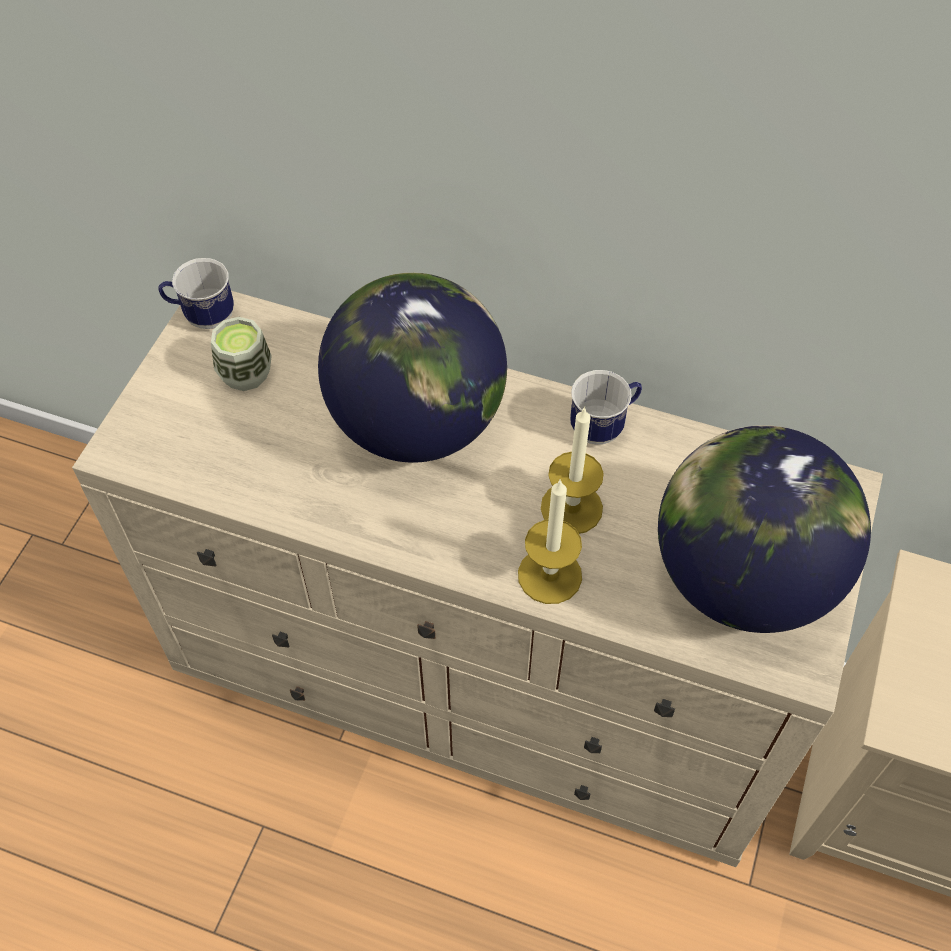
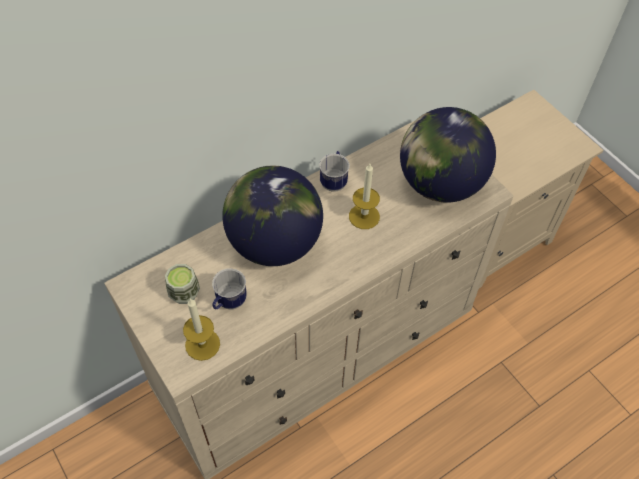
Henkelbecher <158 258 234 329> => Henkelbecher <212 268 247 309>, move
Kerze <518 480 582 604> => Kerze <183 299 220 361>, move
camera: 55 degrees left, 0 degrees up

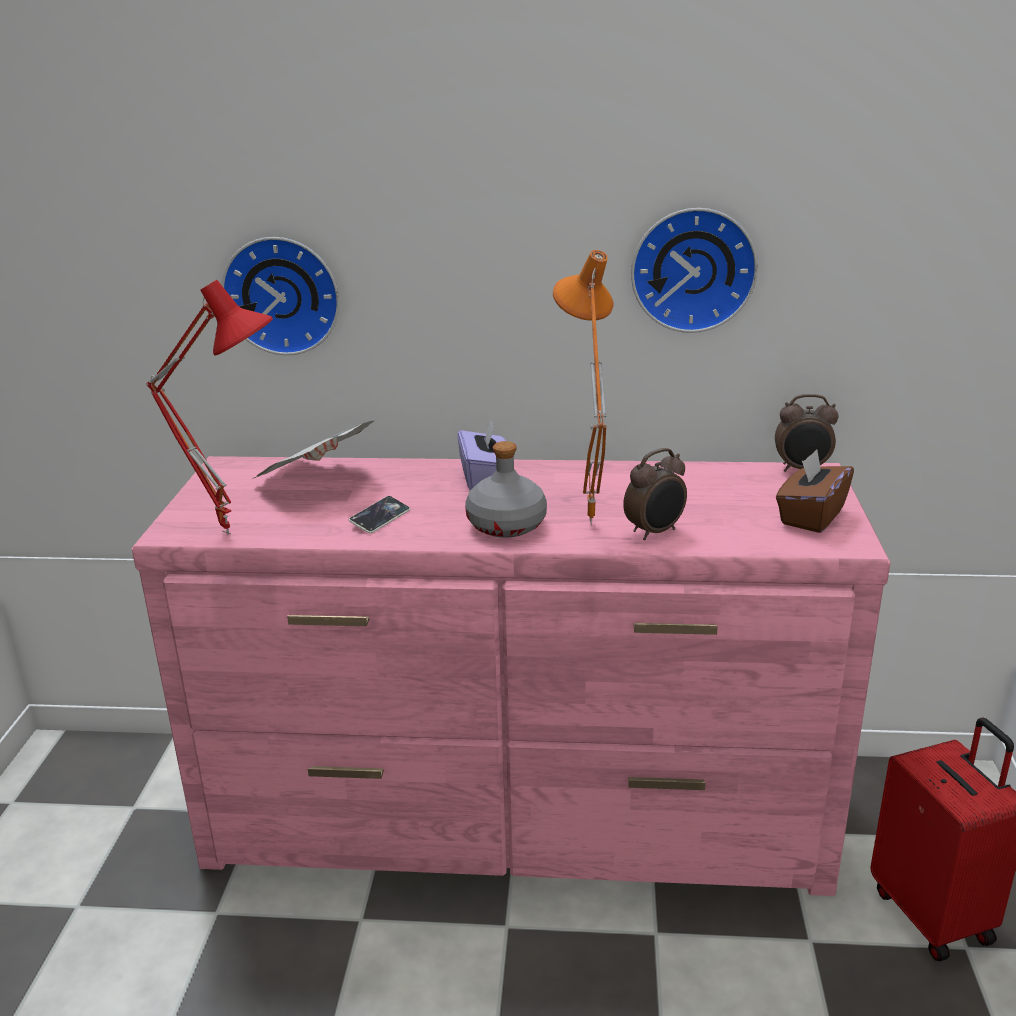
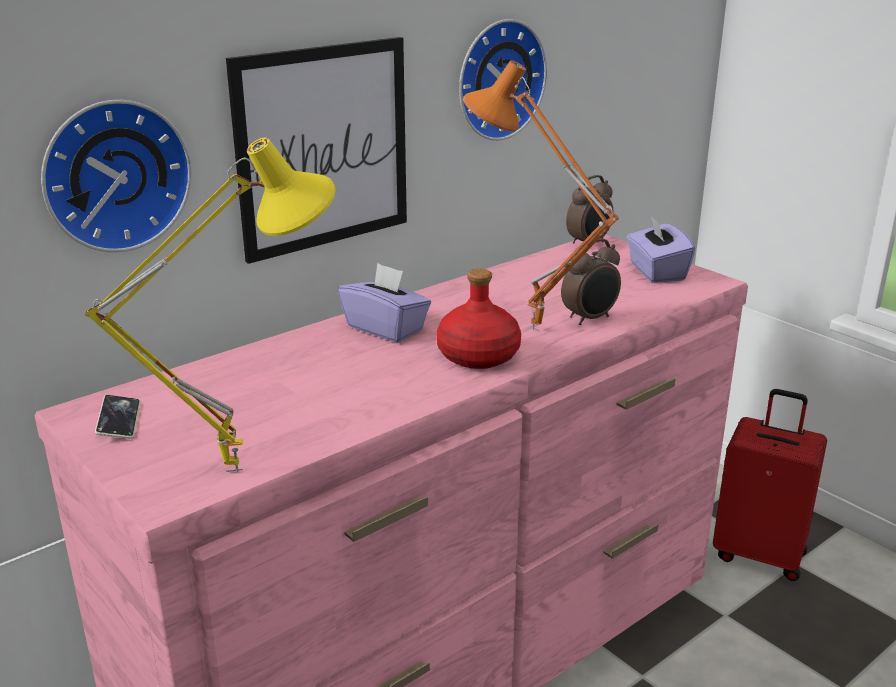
Tischlampe [rot] <146 280 273 534> => Tischlampe [gelb] <85 138 336 472>
Zeitung <252 421 374 479> => nothing
Flasche [grau] <465 441 547 538> => Flasche [rot] <437 268 521 369>
Wecker <623 448 687 540> => Wecker <561 238 621 325>, 45 degrees clockwise
Taschentuchbox [braun] <776 449 854 533> => Taschentuchbox [lila] <627 215 695 283>
Handy <349 496 410 534> => Handy <95 395 140 439>, move
nothing => Bild <226 37 407 264>
camera: 45 degrees left, 0 degrees up

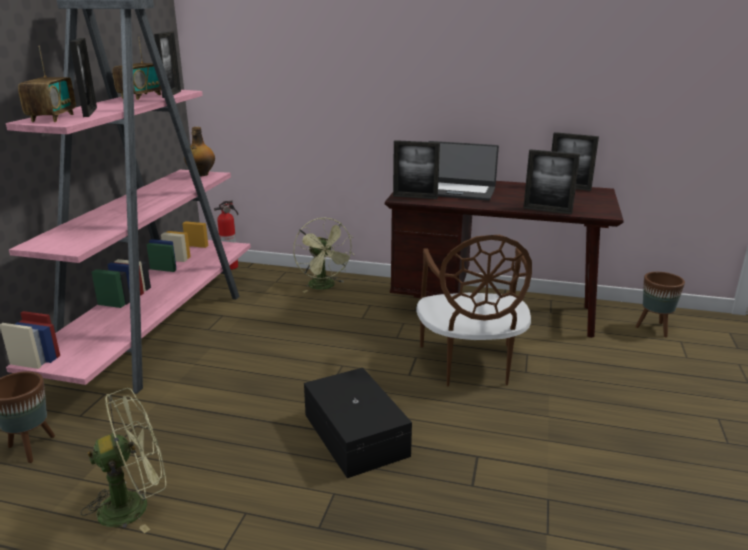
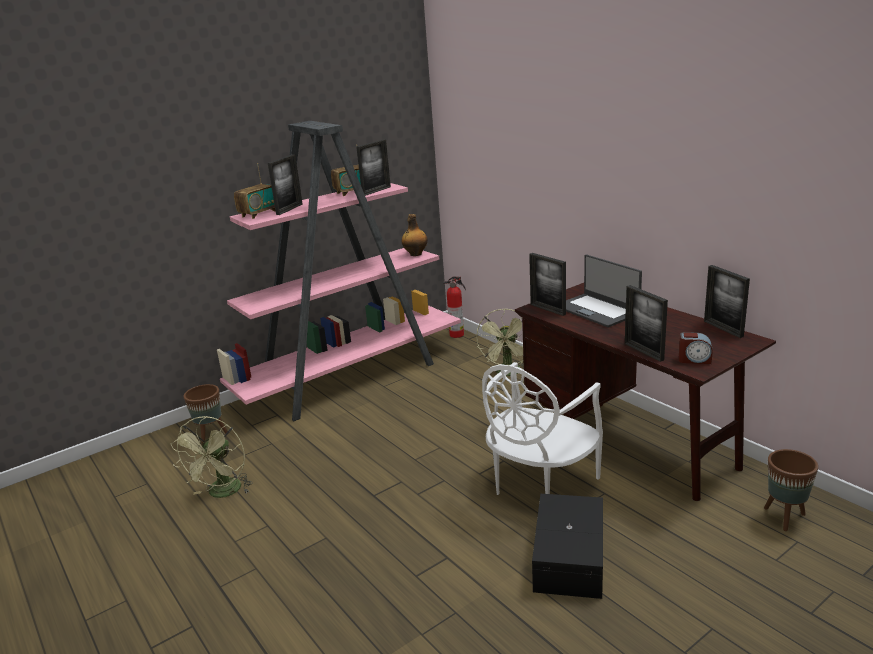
Stuhl [braun] <417 235 532 386> => Stuhl [weiß] <482 362 603 495>
Aufbewahrungsbox [schwarz] <304 368 412 478> => Aufbewahrungsbox [schwarz] <532 494 603 599>, move
Ventilator [grün] <81 388 166 533> => Ventilator [grün] <171 416 253 498>, 90 degrees clockwise
nothing => Wecker <679 332 713 364>
camera: 40 degrees right, 0 degrees up

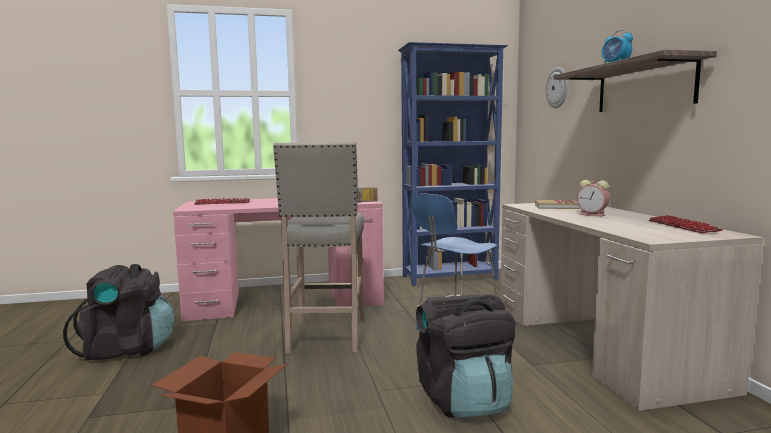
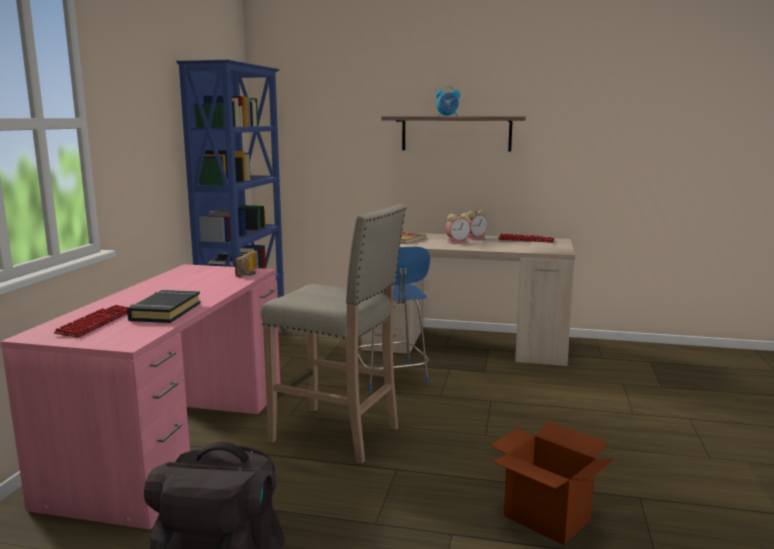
Wanduhr <546 67 568 109> => nothing
Rucksack [schwarz] <416 294 515 418> => nothing
nothing => Wecker <466 210 488 240>
nothing => Buch [schwarz] <127 290 201 323>
camera: 65 degrees left, 5 degrees up

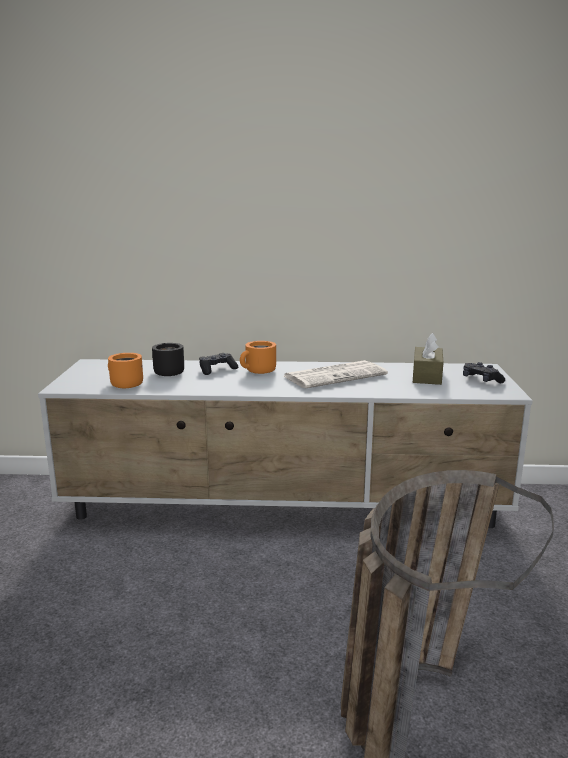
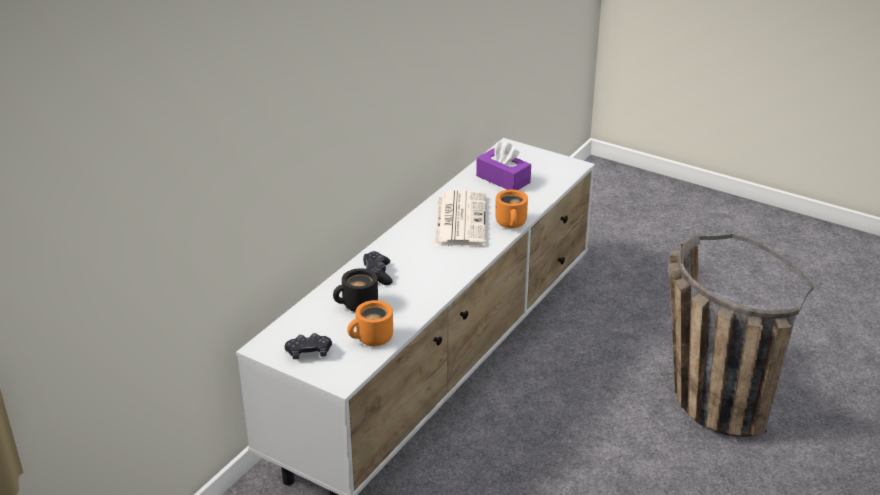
Taschentuchbox [braun] <413 333 444 385> => Taschentuchbox [lila] <476 141 531 190>
Henkelbecher [orange] <240 341 276 374> => Henkelbecher [orange] <495 190 528 228>, move
Gamepad [schwarz] <463 362 505 383> => Gamepad [schwarz] <285 333 332 359>, move
camera: 60 degrees left, 15 degrees up

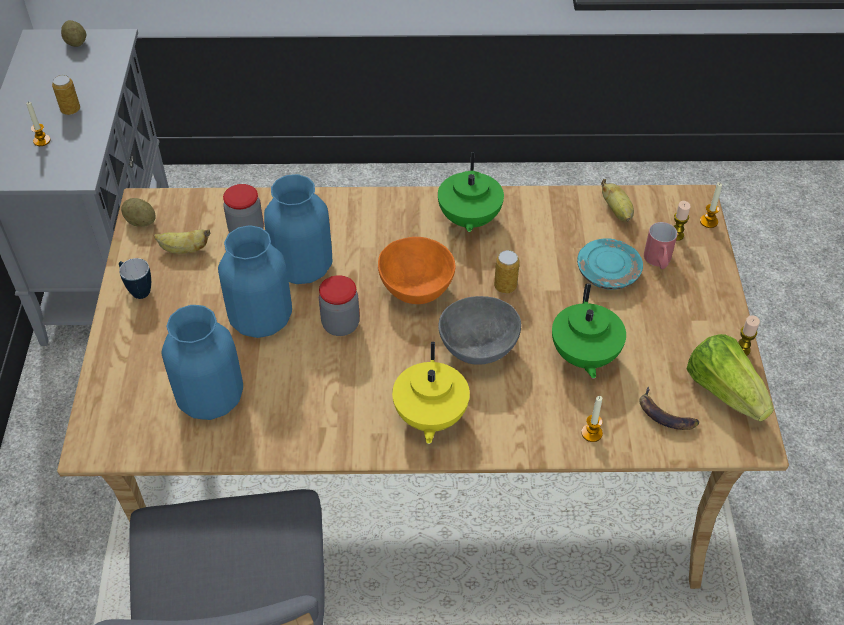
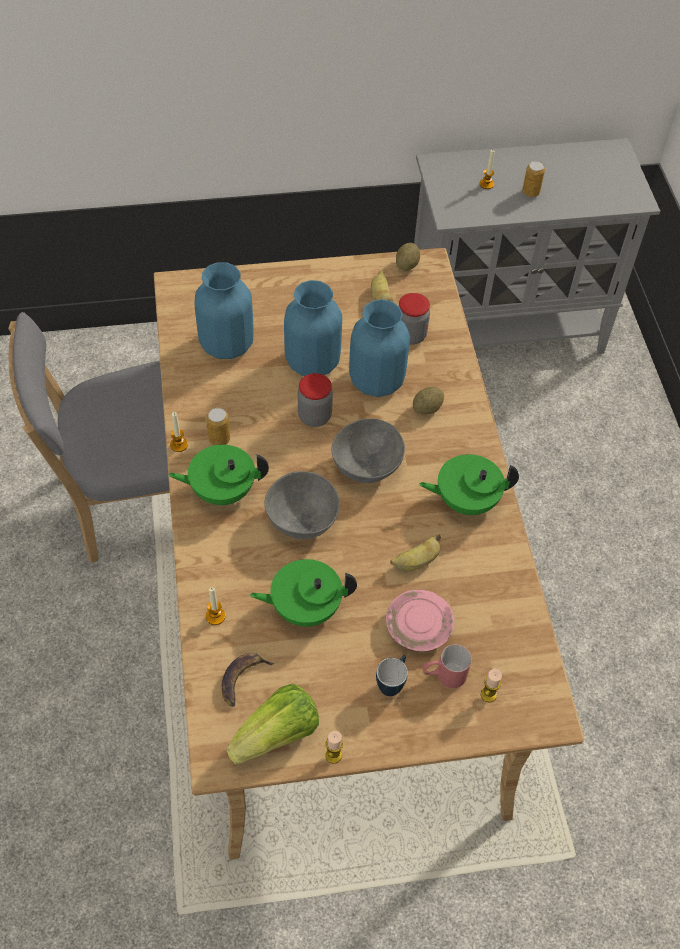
Kartoffel <61 20 86 47> => Kartoffel <413 387 444 414>, move
Banane <601 179 634 222> => Banane <390 534 442 571>, move
Kerze <700 182 722 228> => Kerze <170 412 188 452>, move
Schüssel [orange] <378 237 455 304> => Schüssel [grau] <331 418 405 483>
Teller [türkis] <577 238 643 290> => Teller [rosa] <386 590 454 652>
Dose <494 250 520 294> => Dose <206 408 230 445>, move
Henkelbecher <119 258 151 299> => Henkelbecher <376 655 408 696>, move
Teekanne [gelb] <392 342 470 444> => Teekanne [grün] <168 445 269 505>
camera: 80 degrees right, 5 degrees up

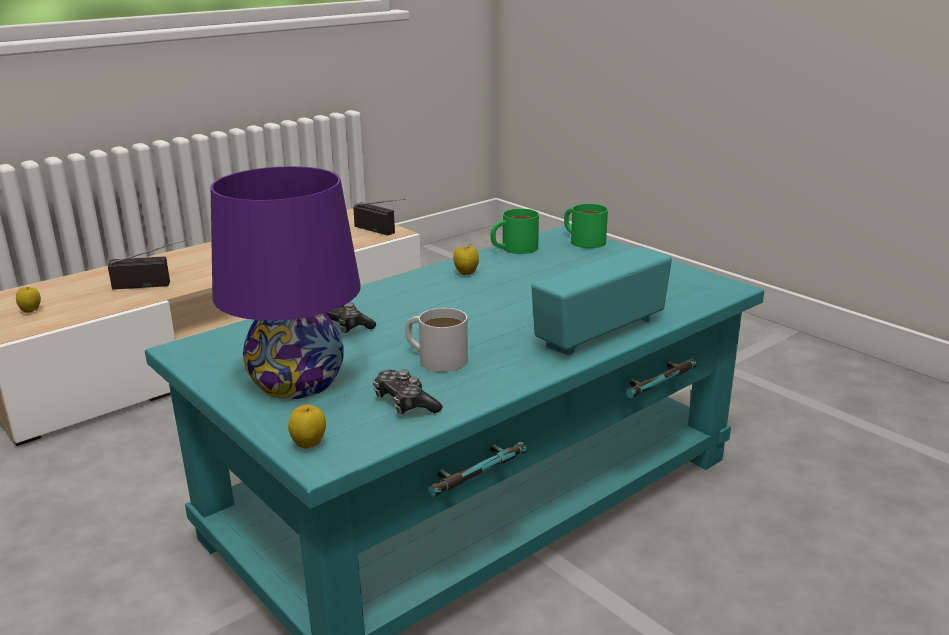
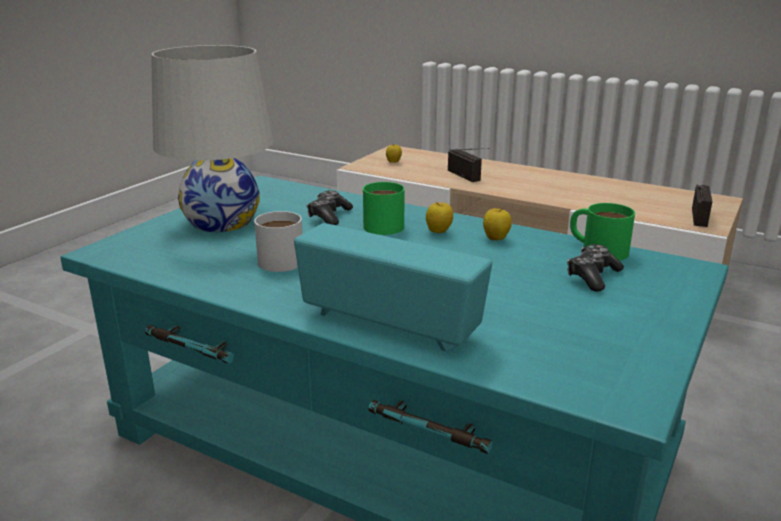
Tischlampe [lila] <211 166 361 399> => Tischlampe [weiß] <151 45 273 232>
Henkelbecher [grün] <564 204 608 248> => Henkelbecher [grün] <363 182 405 235>, move
Gamepad <373 369 442 414> => Gamepad <567 244 624 292>, move
Apfel <288 404 326 449> => Apfel <426 202 453 233>, move
camera: 70 degrees right, 0 degrees up

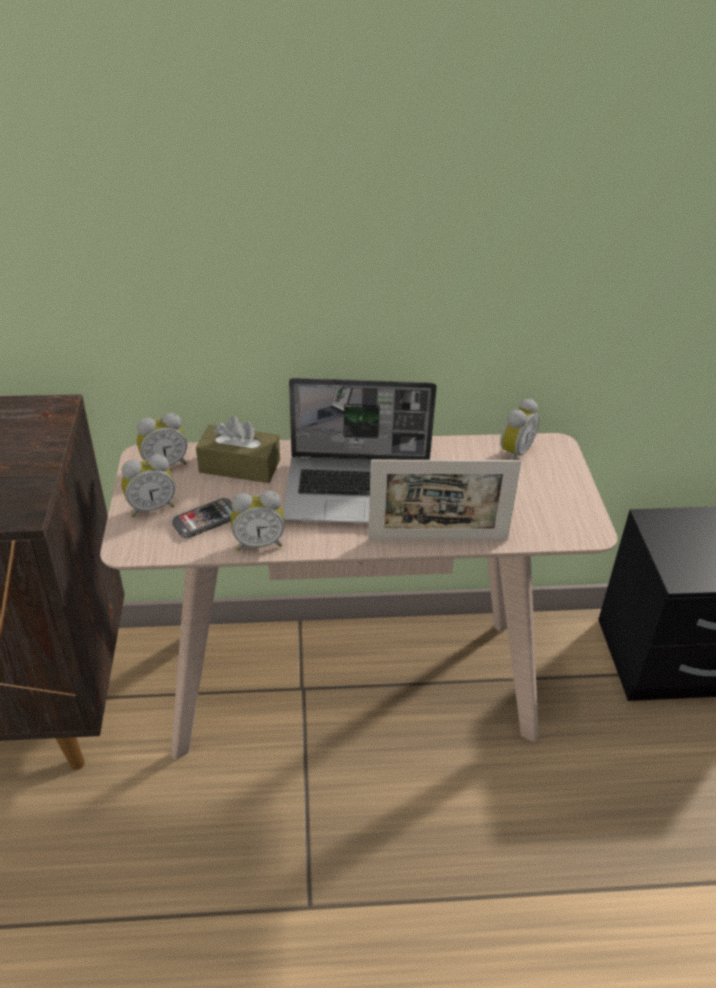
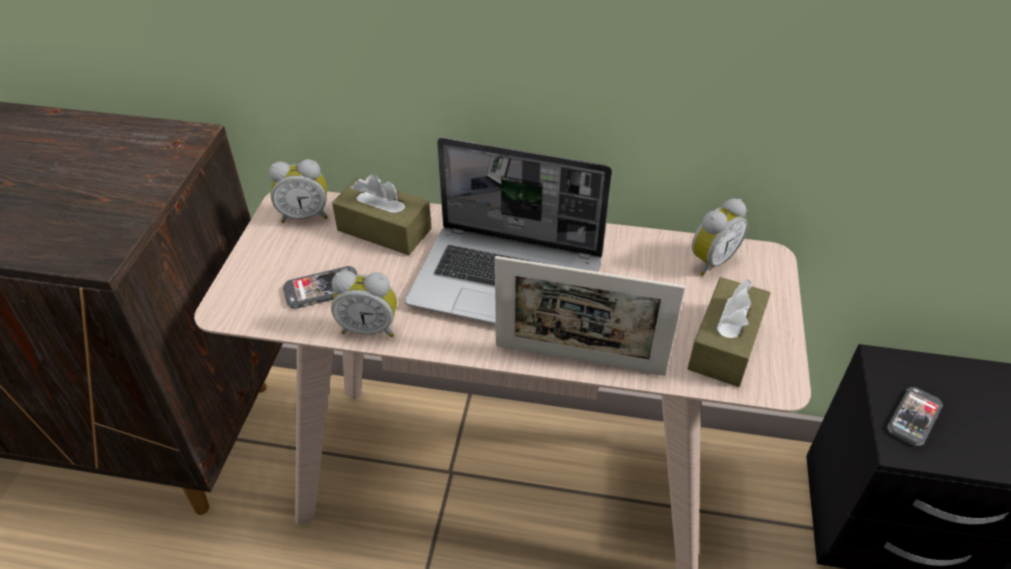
Wecker <121 454 175 517> => nothing
nothing => Taschentuchbox [braun] <687 277 771 387>
nothing => Handy <887 387 943 446>
camera: 15 degrees right, 5 degrees up

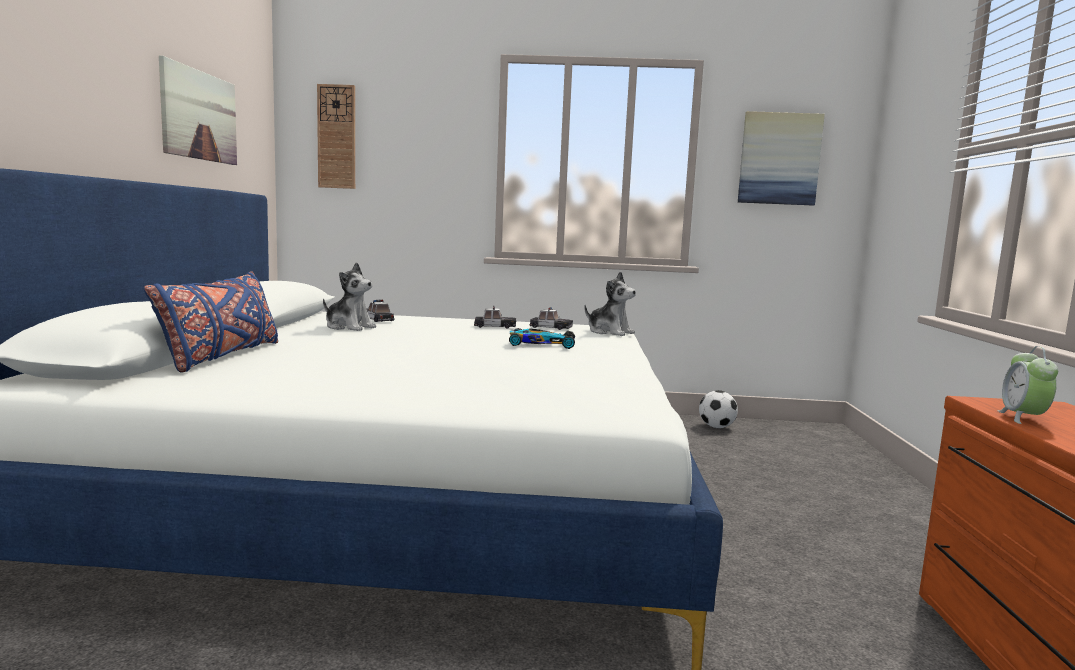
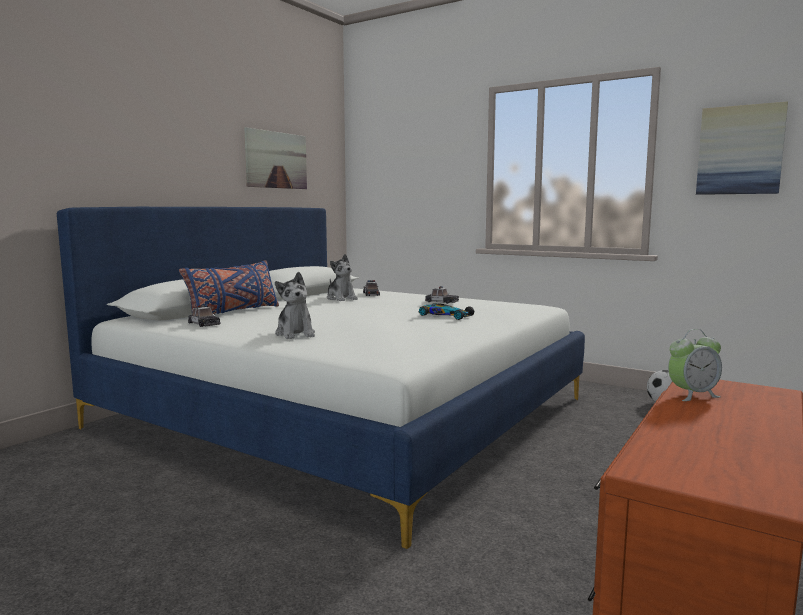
Wanduhr <317 84 355 189> => nothing
Plüschtier <584 272 636 336> => Plüschtier <275 272 315 339>, move
Spielzeugauto <530 307 573 330> => Spielzeugauto <188 305 221 327>, move
Wecker <997 346 1058 424> => Wecker <668 329 722 401>, 150 degrees counterclockwise
camera: 30 degrees right, 0 degrees up

